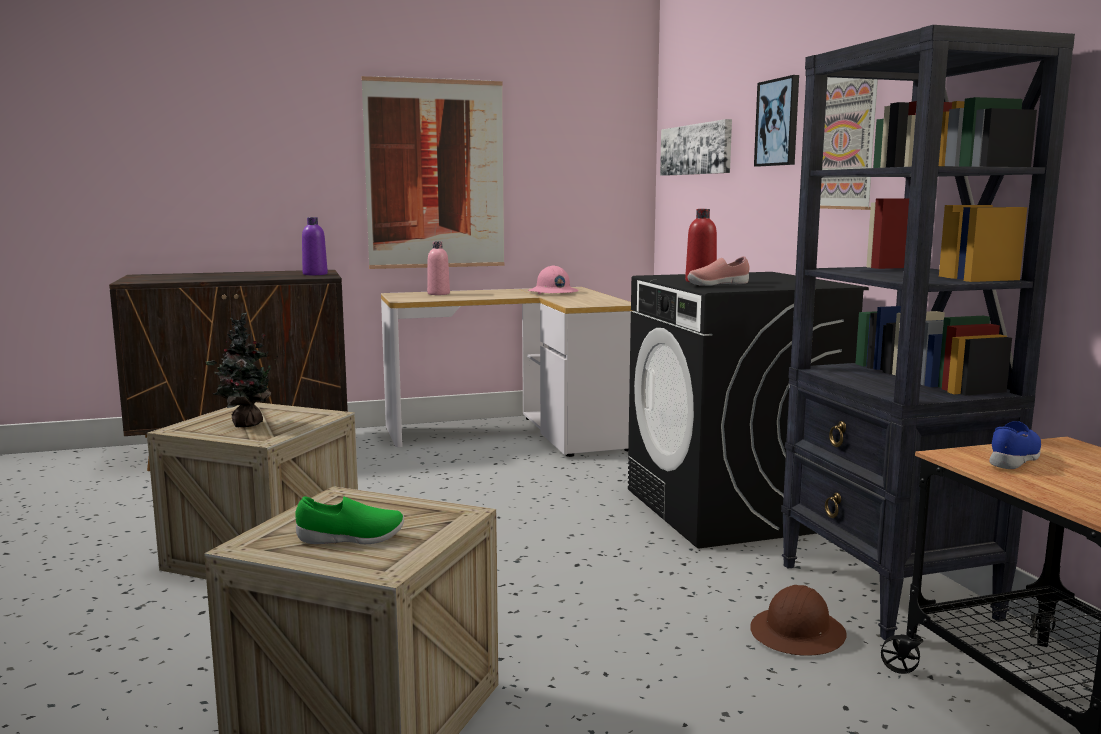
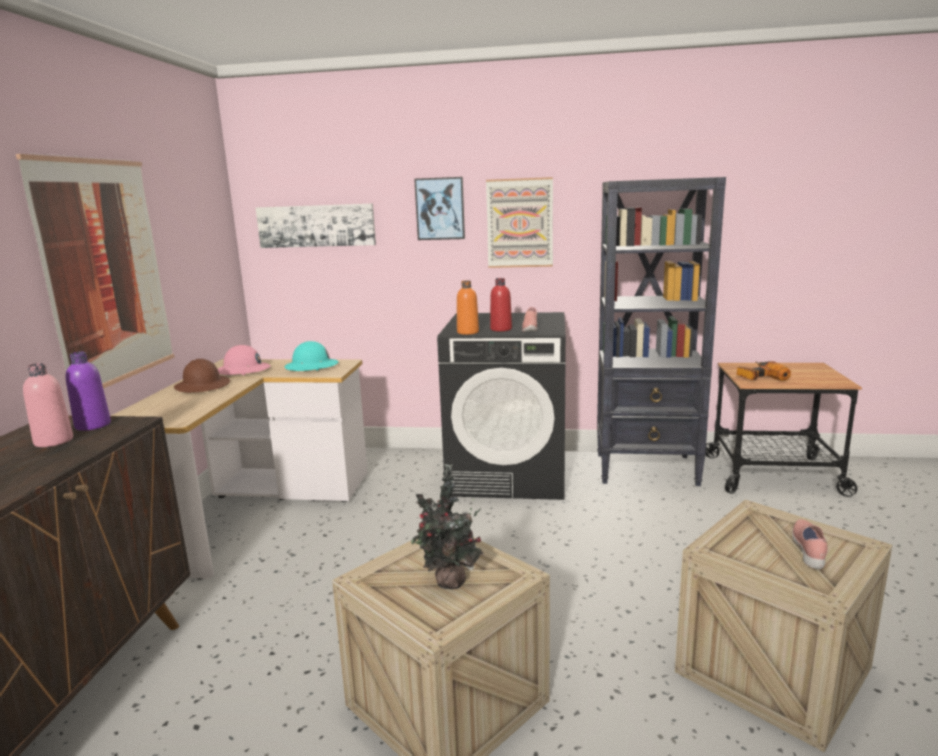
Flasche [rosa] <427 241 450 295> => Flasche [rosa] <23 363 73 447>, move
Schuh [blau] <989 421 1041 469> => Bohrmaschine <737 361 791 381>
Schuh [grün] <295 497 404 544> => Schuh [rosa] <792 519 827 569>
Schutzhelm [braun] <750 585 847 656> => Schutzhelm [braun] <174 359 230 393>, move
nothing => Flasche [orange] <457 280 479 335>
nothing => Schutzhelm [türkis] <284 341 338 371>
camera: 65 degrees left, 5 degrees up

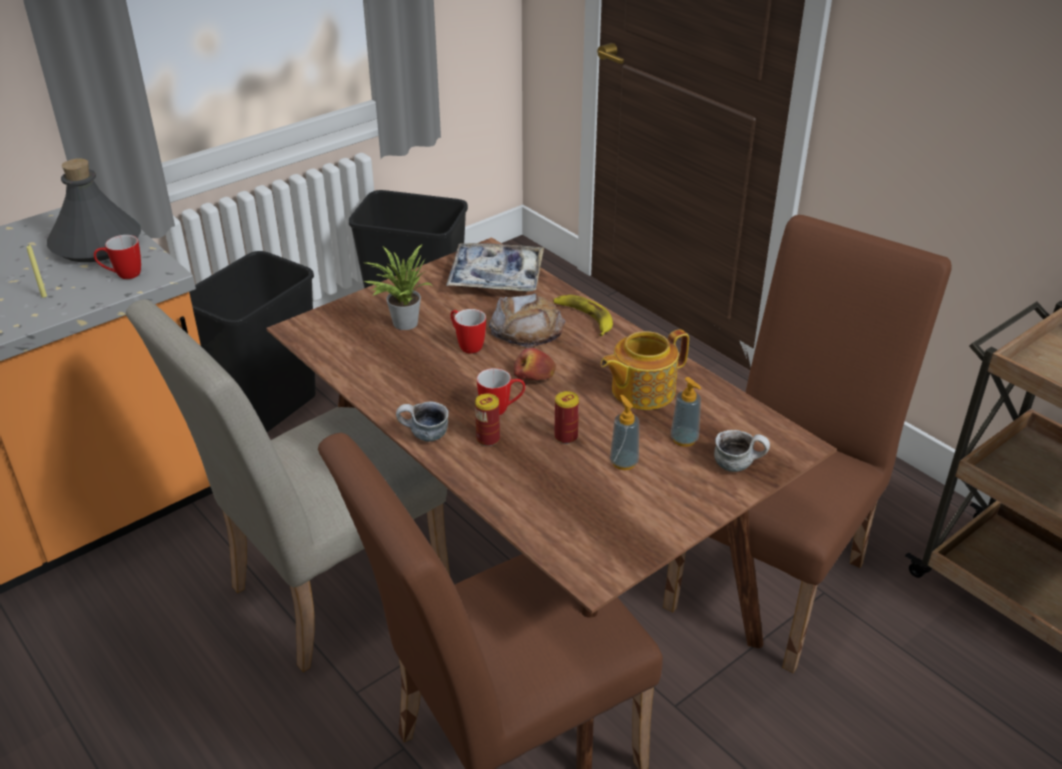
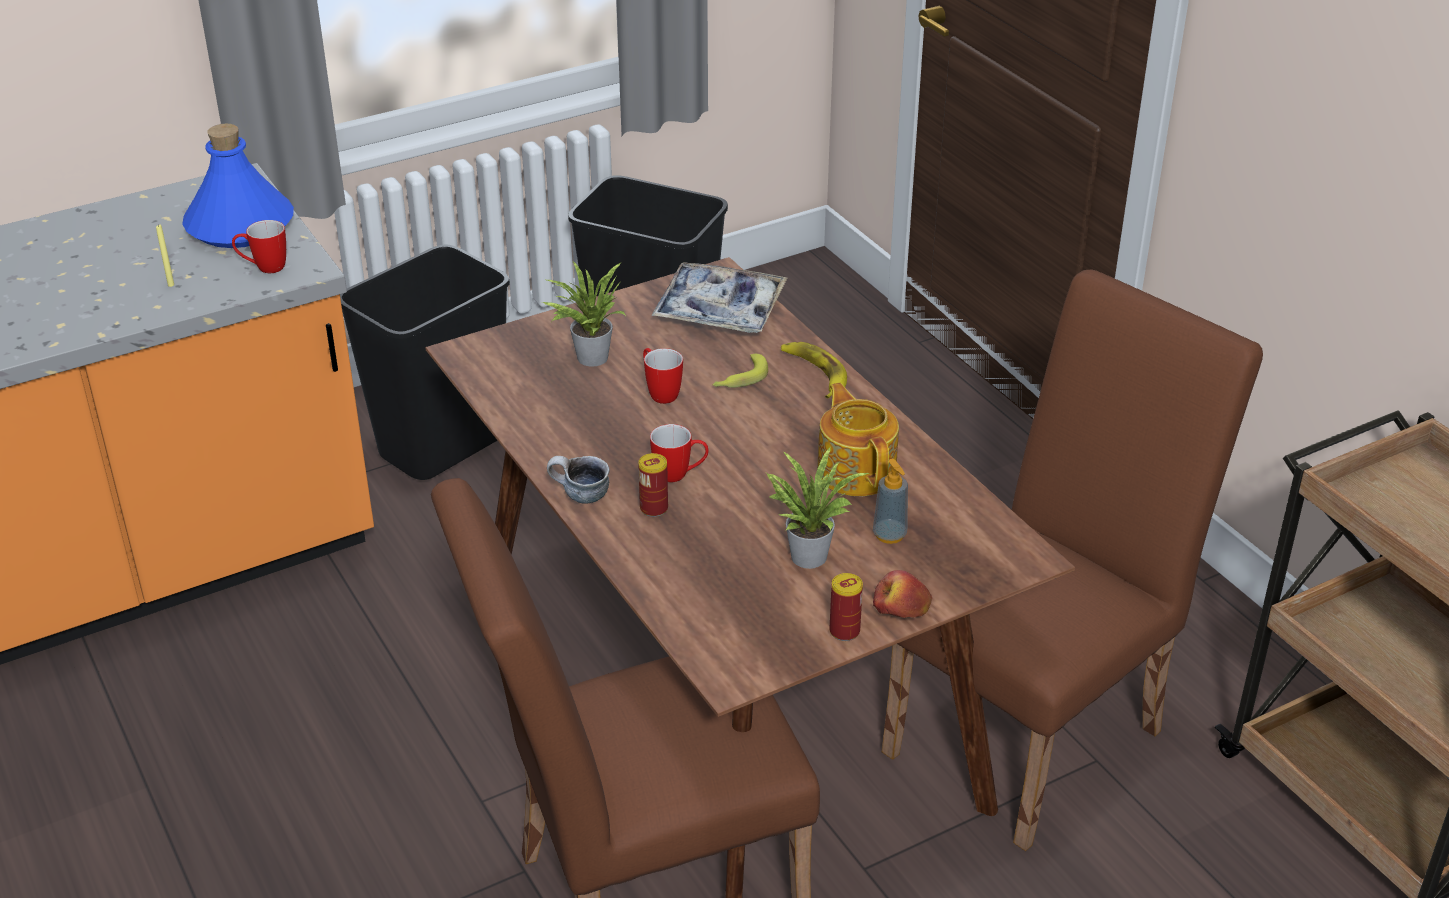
Flasche [grau] <47 158 141 262> => Flasche [blau] <182 124 294 248>
Brot <489 293 565 348> => Banane <713 354 768 388>
Stuhl [beige] <126 299 450 672> => nothing
Teekanne <600 329 689 410> => Teekanne <817 382 899 496>, 90 degrees clockwise
Apfel <514 348 556 380> => Apfel <873 570 932 618>, move
Dose <554 391 579 444> => Dose <829 573 863 641>, move
Seifenspender <610 395 639 470> => Topfpflanze <767 448 869 569>
Henkelbecher <714 430 770 472> => nothing
camera: 10 degrees right, 0 degrees up

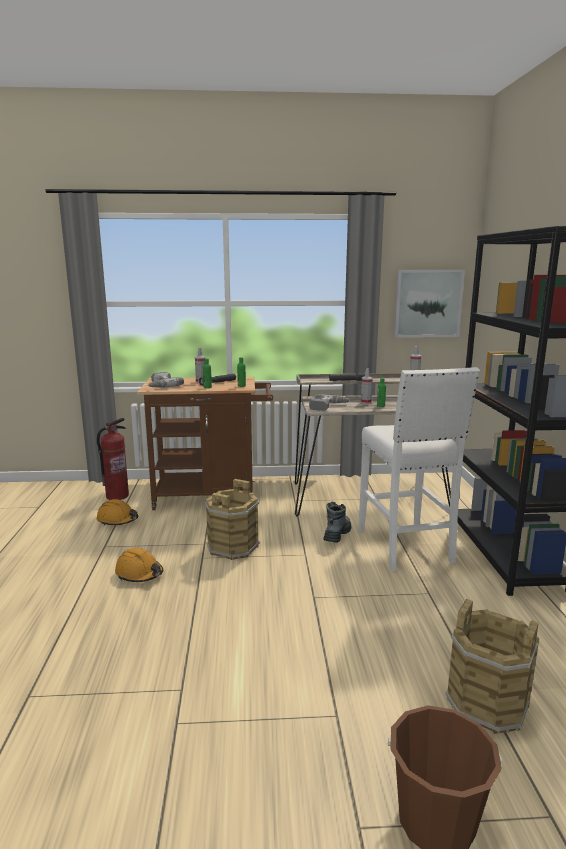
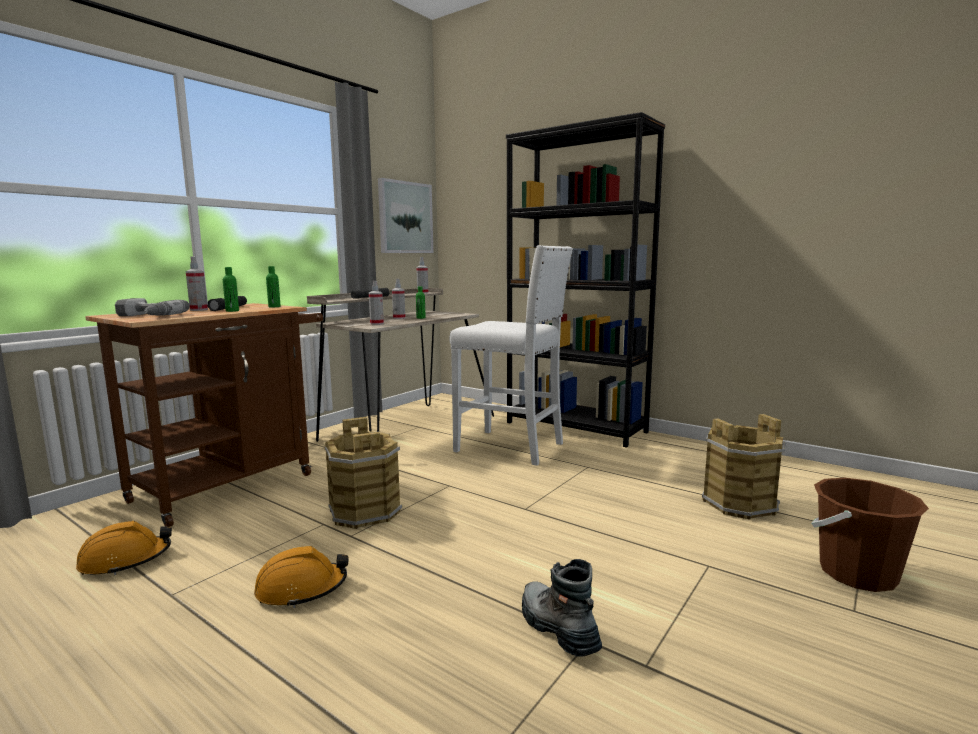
Bohrmaschine <309 394 350 411> => Sprühflasche <369 281 384 325>
Feuerlöscher <97 418 129 500> => nothing
Stiefel <323 502 351 543> => Stiefel <522 559 602 657>, move
camera: 50 degrees left, 5 degrees down

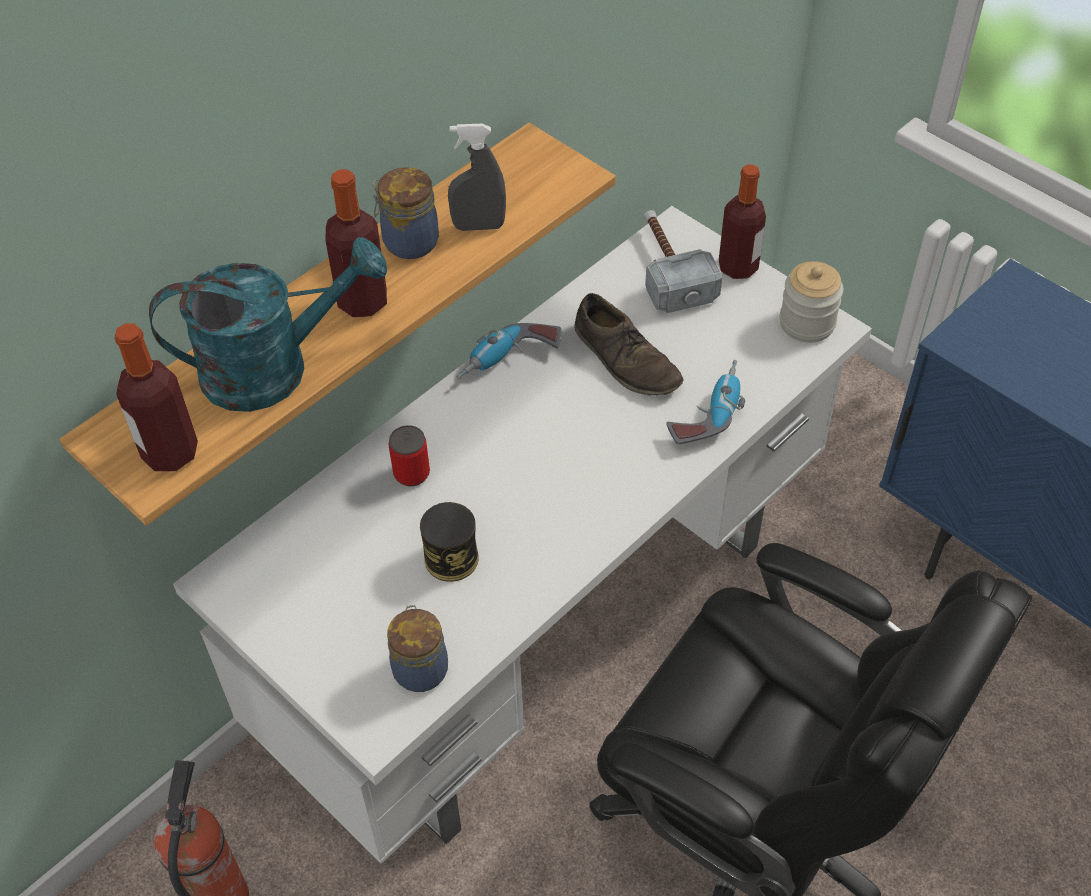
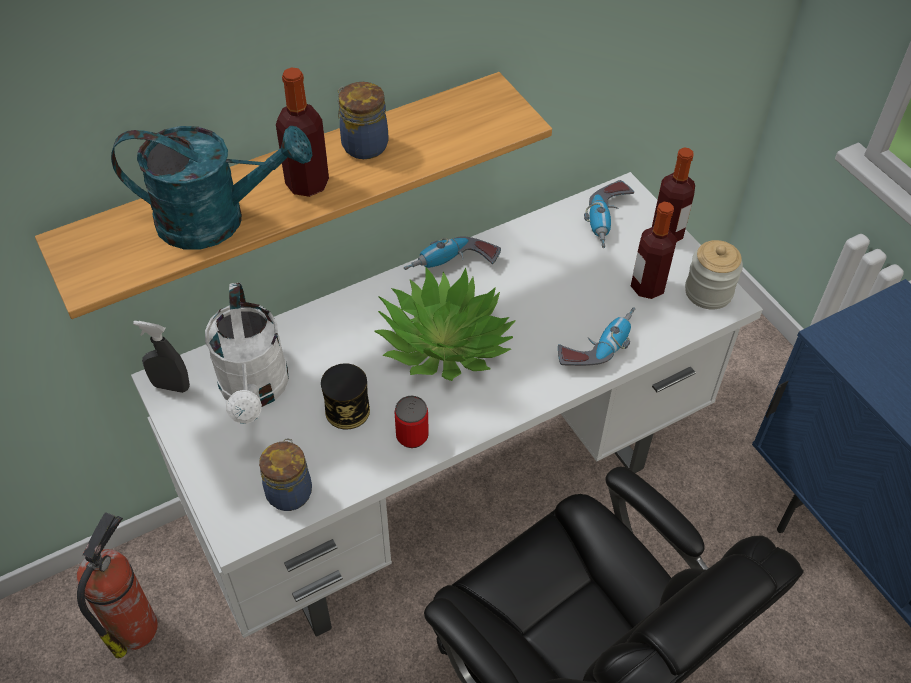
Sprühflasche [grau] <448 124 506 231> => Sprühflasche [grau] <133 321 190 393>, move
Hammer <643 210 722 313> => Bohrmaschine <584 180 634 248>
Schuh [braun] <575 293 683 396> => nothing
Flasche <114 323 198 471> => Flasche <631 202 677 299>, move
Dose <389 425 430 487> => Dose <395 396 429 448>, move
nothing => Topfpflanze <374 268 515 381>
nothing => Gießkanne [weiß] <205 282 289 424>
camera: 15 degrees right, 0 degrees up

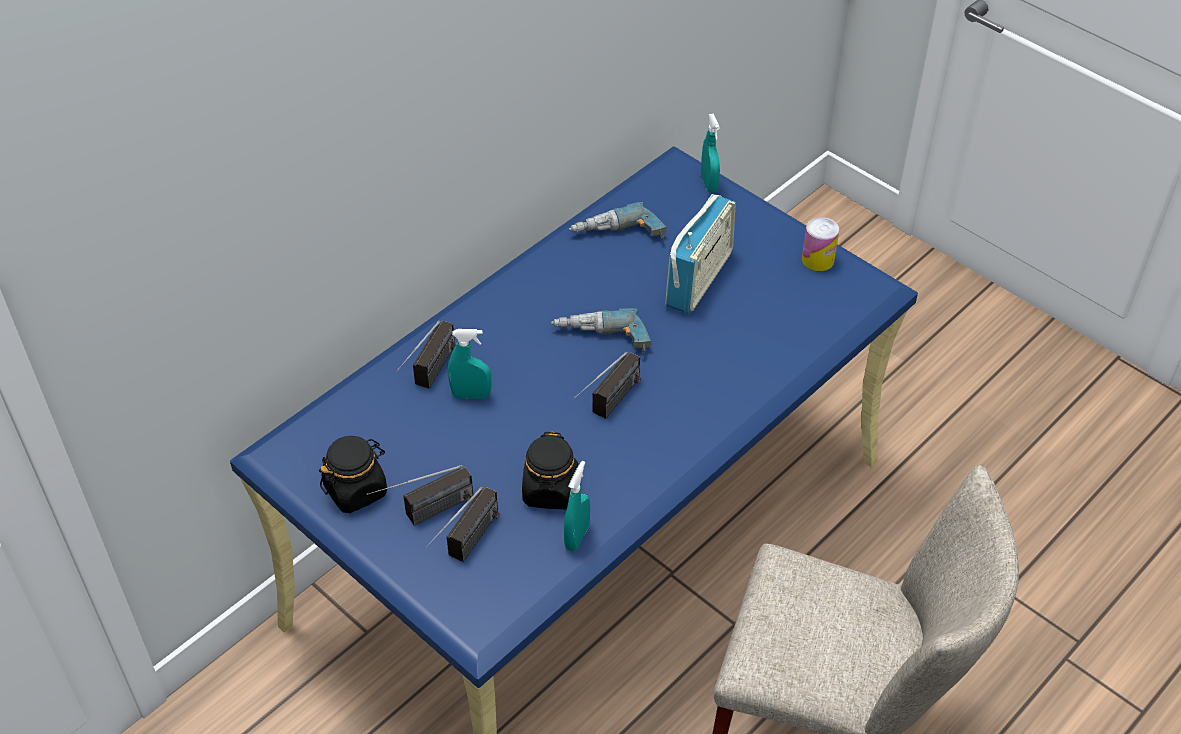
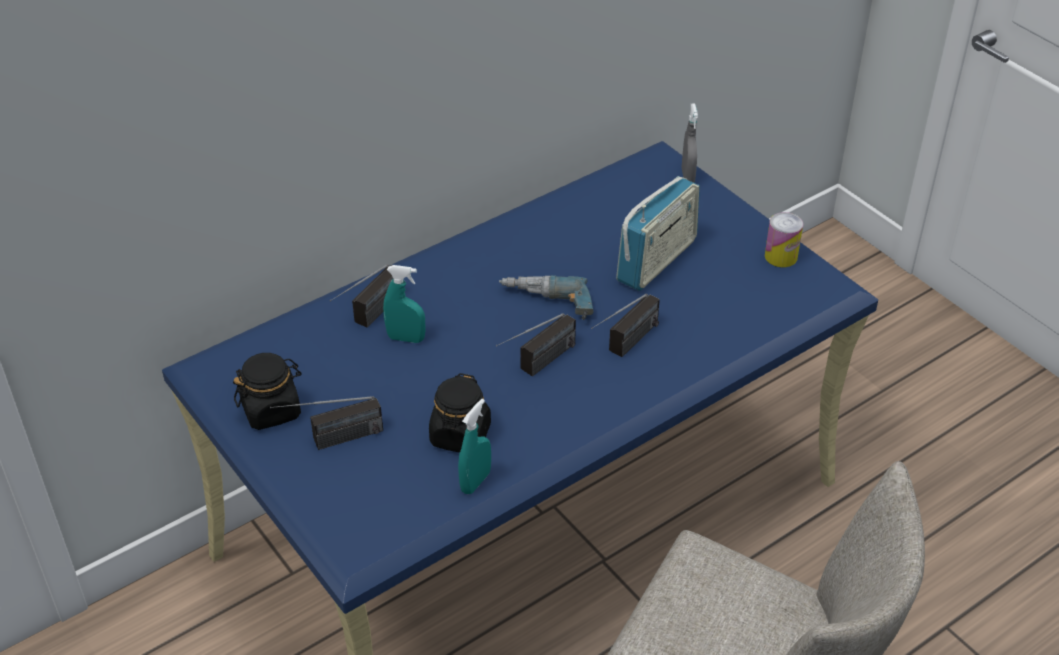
Sprühflasche [türkis] <701 114 720 193> => Sprühflasche [grau] <682 103 698 183>
Bohrmaschine <569 202 667 239> => nothing
Radio <425 487 500 562> => Radio <591 294 660 357>, move
camera: 10 degrees right, 5 degrees down

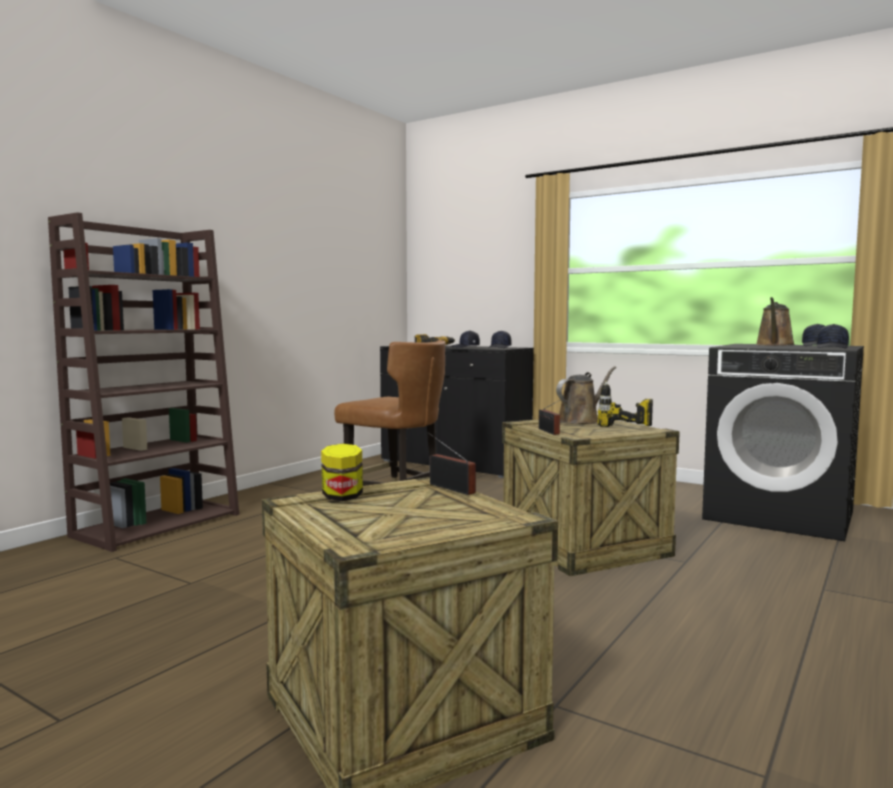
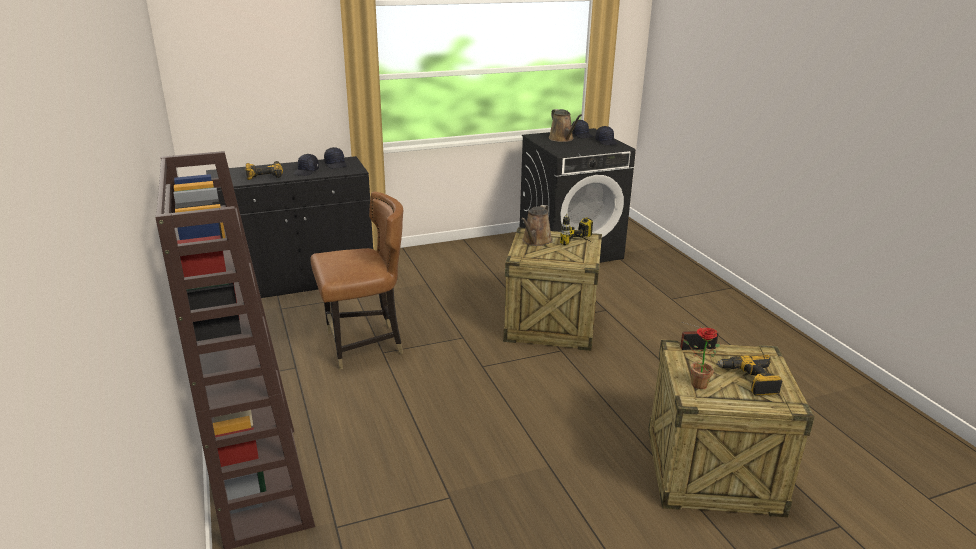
Gießkanne [braun] <556 366 616 424> => Gießkanne [braun] <521 205 553 246>, 150 degrees counterclockwise
Radio <539 400 560 435> => nothing
Vorratsglas <321 444 363 501> => Topfpflanze <682 328 720 389>
nothing => Bohrmaschine <716 355 783 395>
camera: 55 degrees left, 20 degrees up

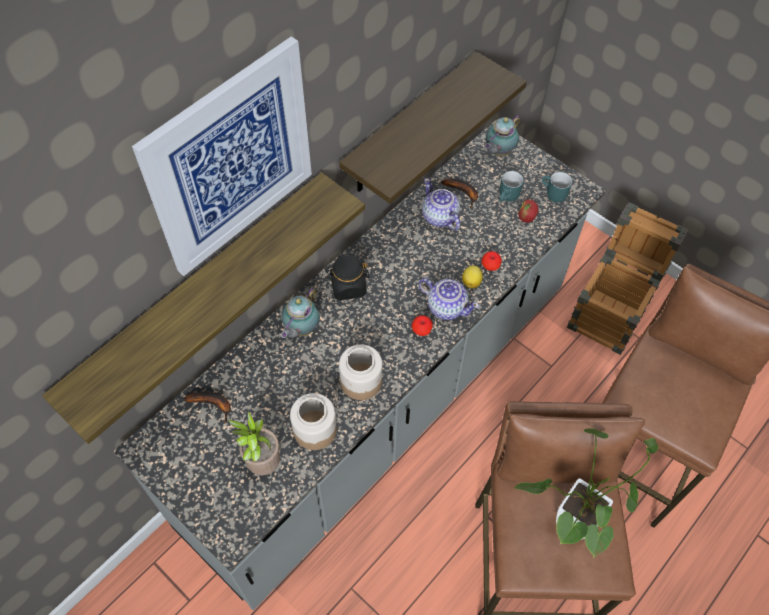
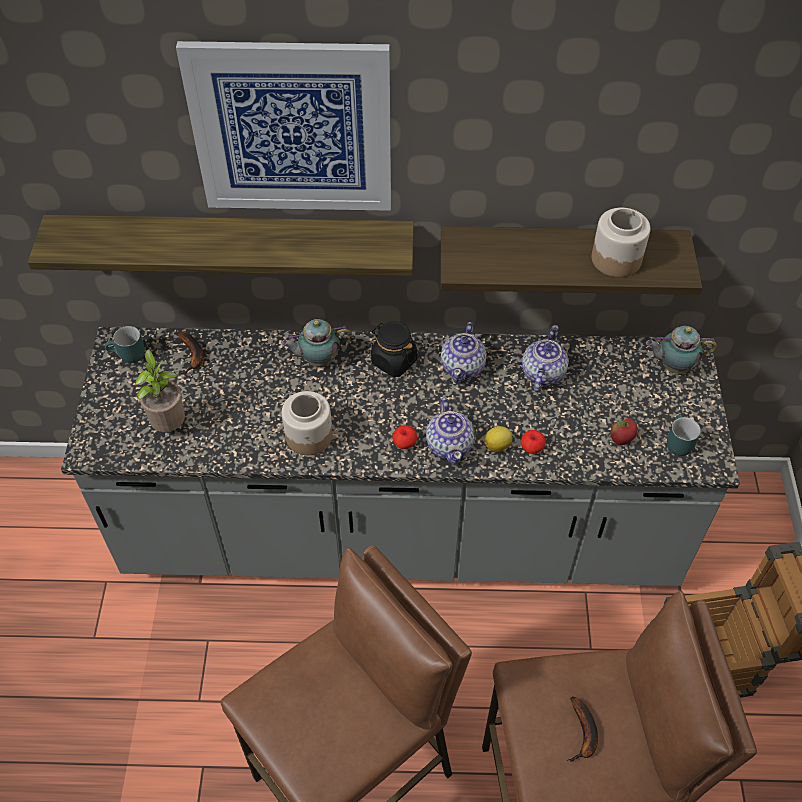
Henkelbecher [türkis] <499 171 524 202> => Henkelbecher [türkis] <105 326 145 363>, move
Banane <441 178 478 208> => Banane <567 696 598 762>, move
Vorratsglas <290 393 337 450> => Vorratsglas <591 208 650 277>, move
Topfpflanze <514 428 658 558> => nothing
nothing => Teekanne <441 322 487 382>
camera: 50 degrees right, 5 degrees down

